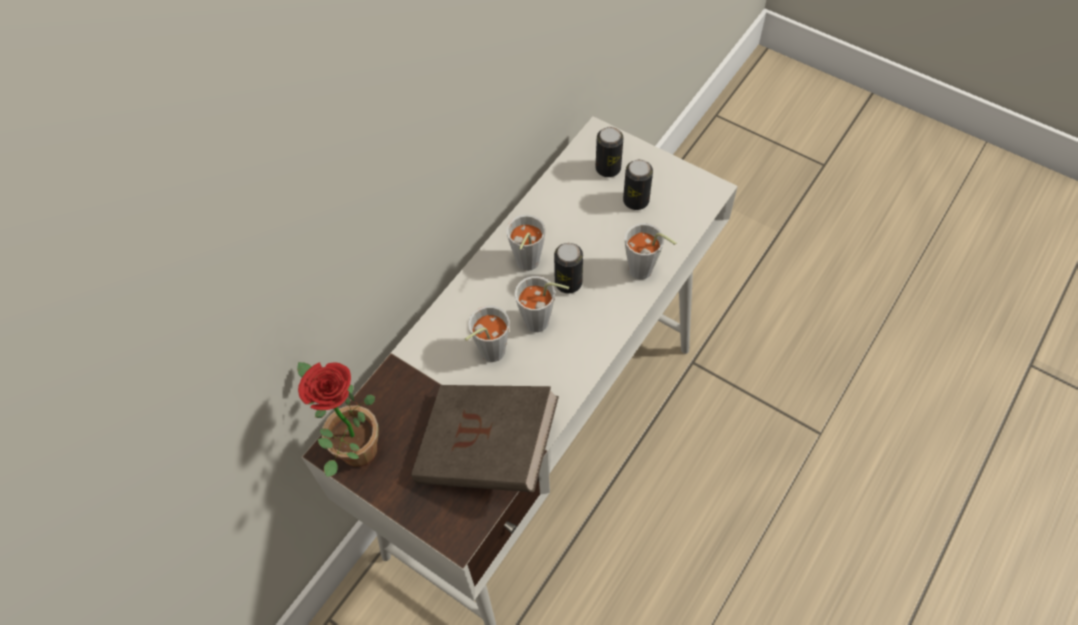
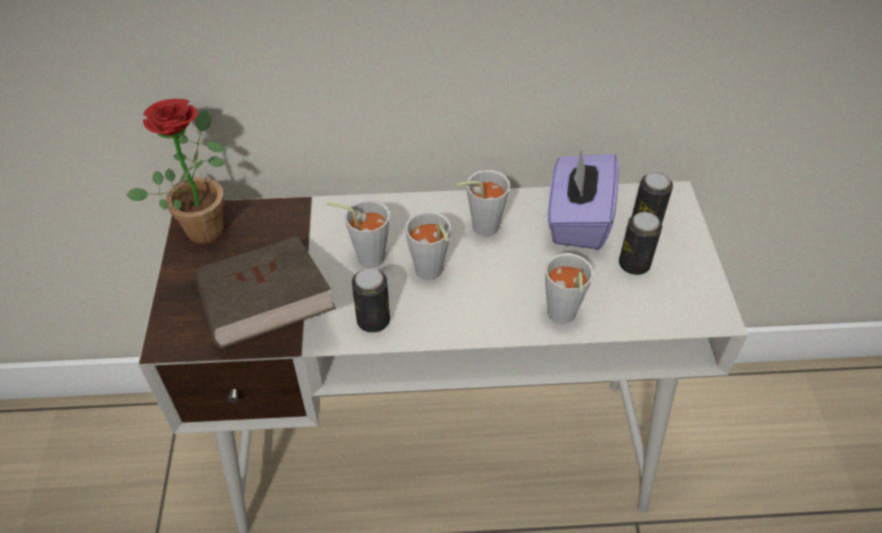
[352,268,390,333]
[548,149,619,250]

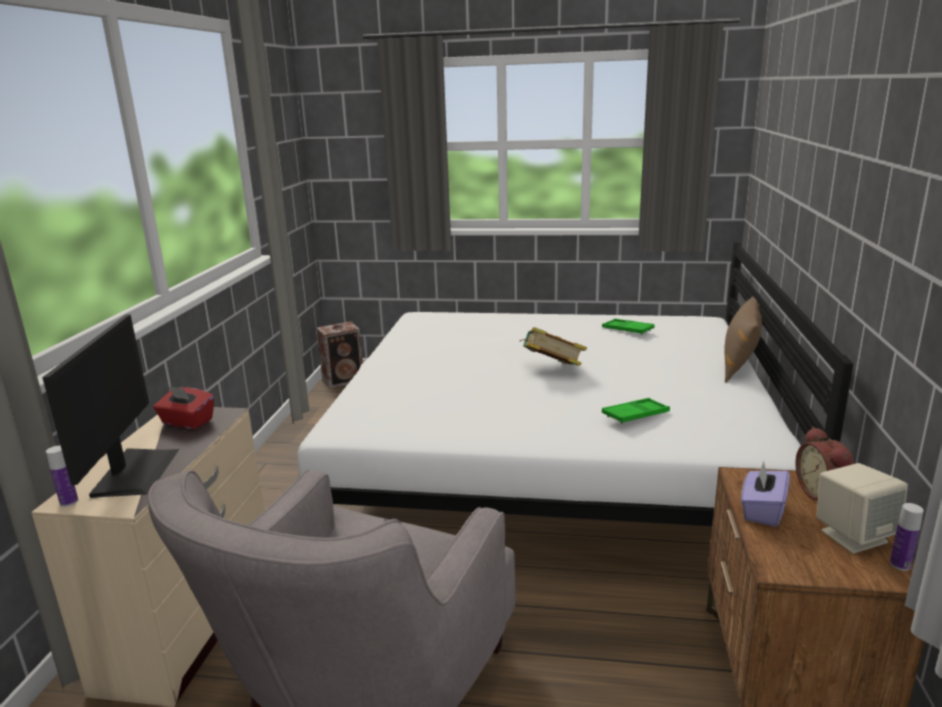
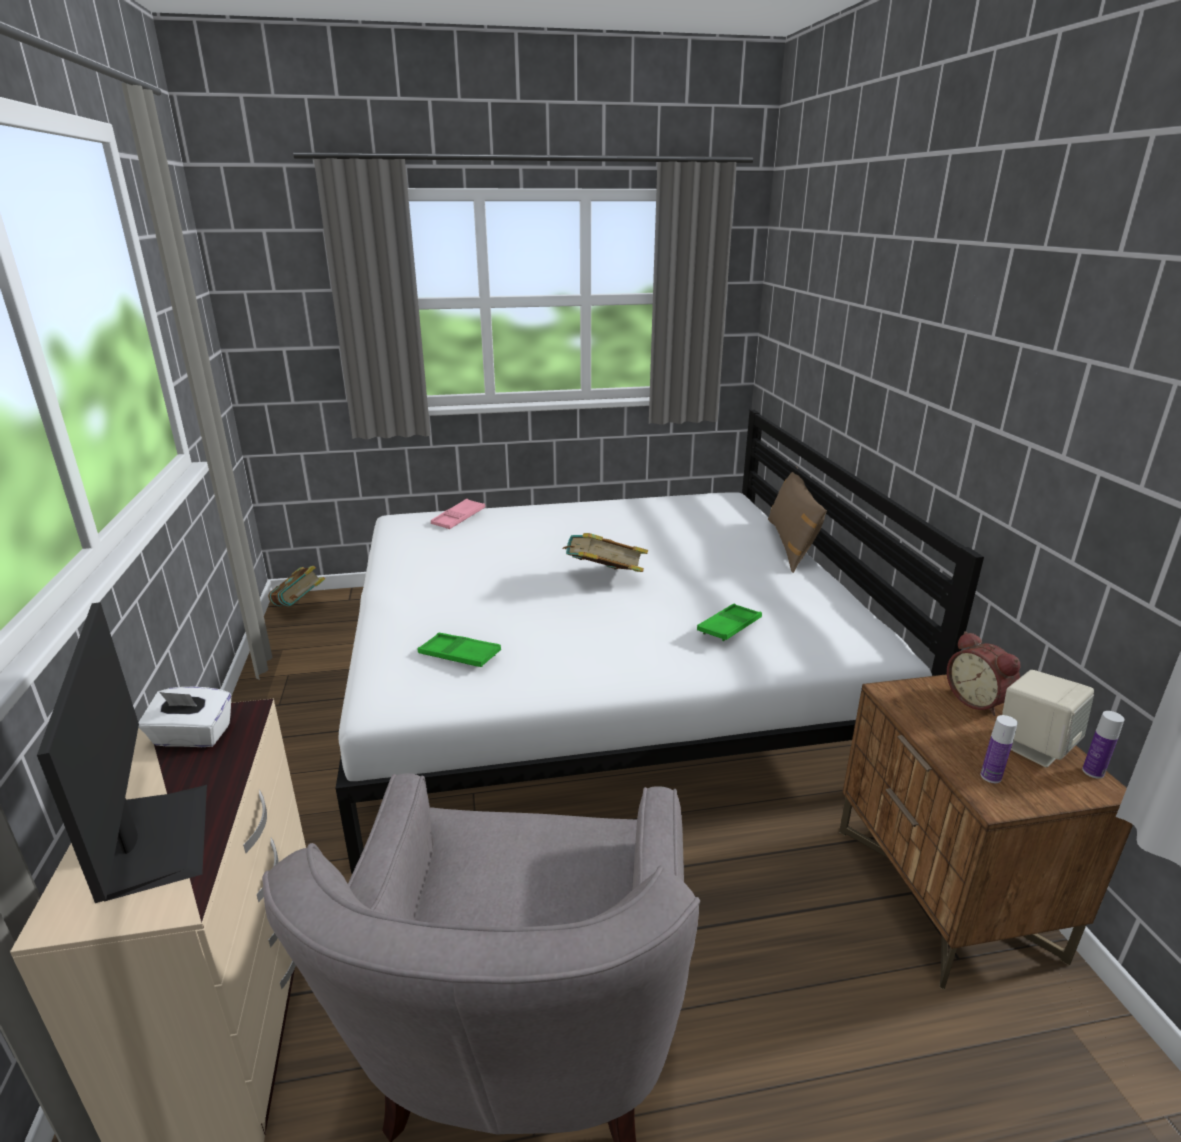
[418,633,501,667]
[268,566,325,607]
[138,687,231,747]
[980,715,1018,783]
[741,461,790,527] (first image)
[431,499,485,529]

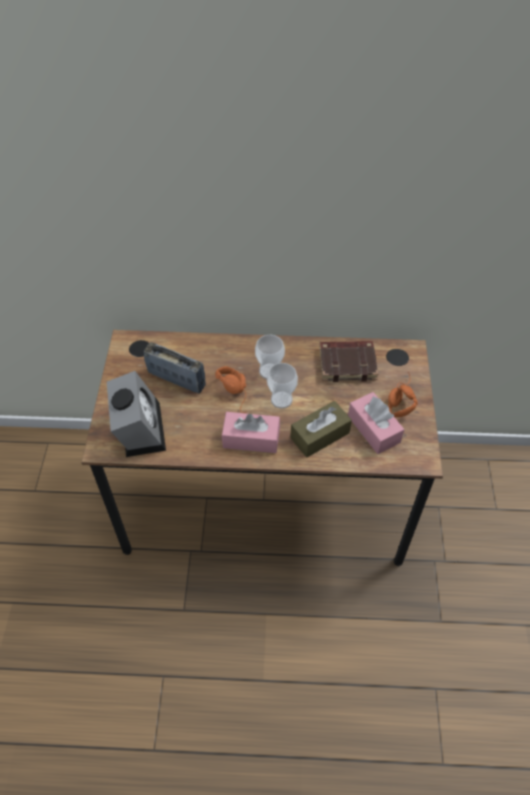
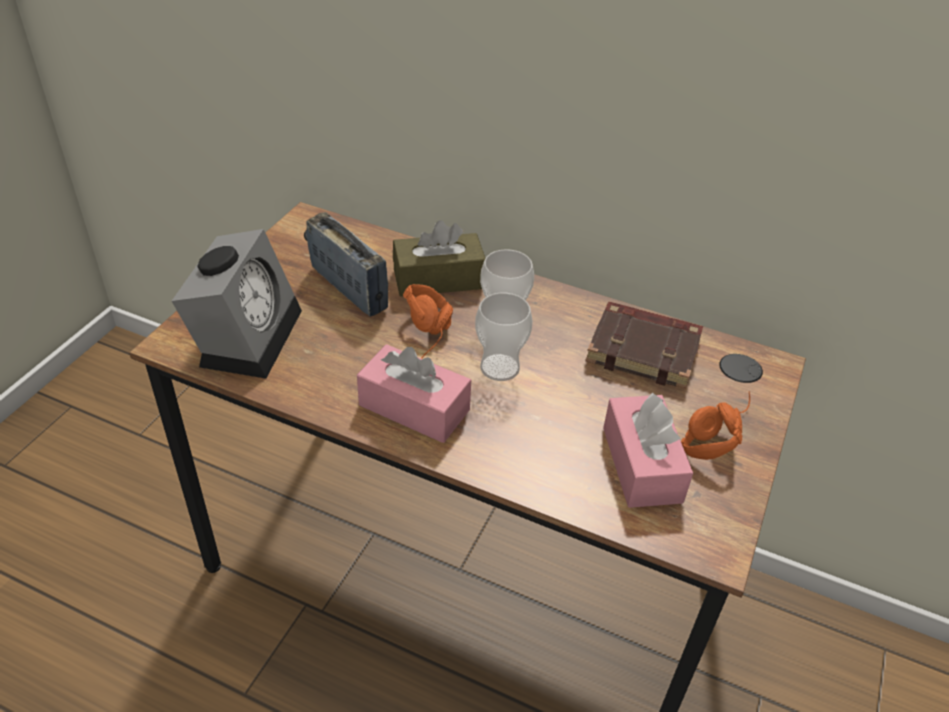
[393,220,485,297]

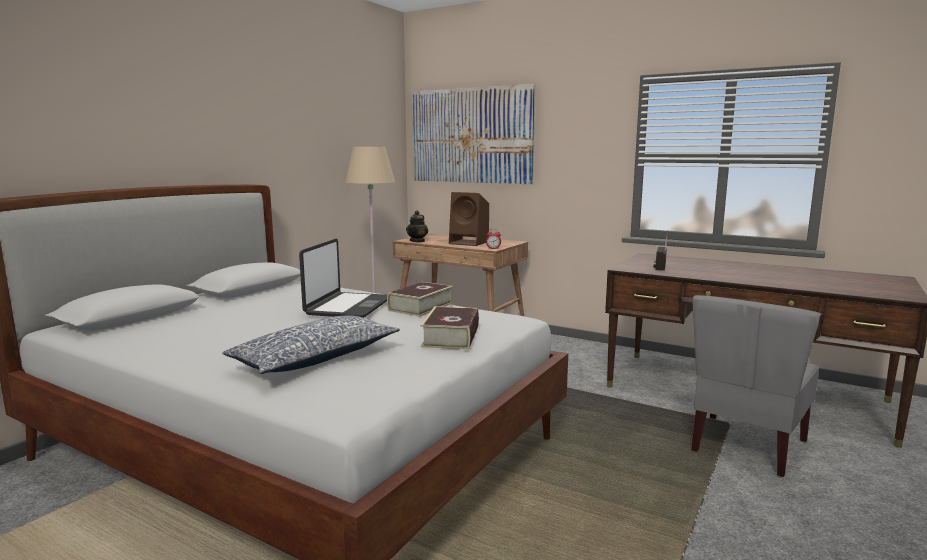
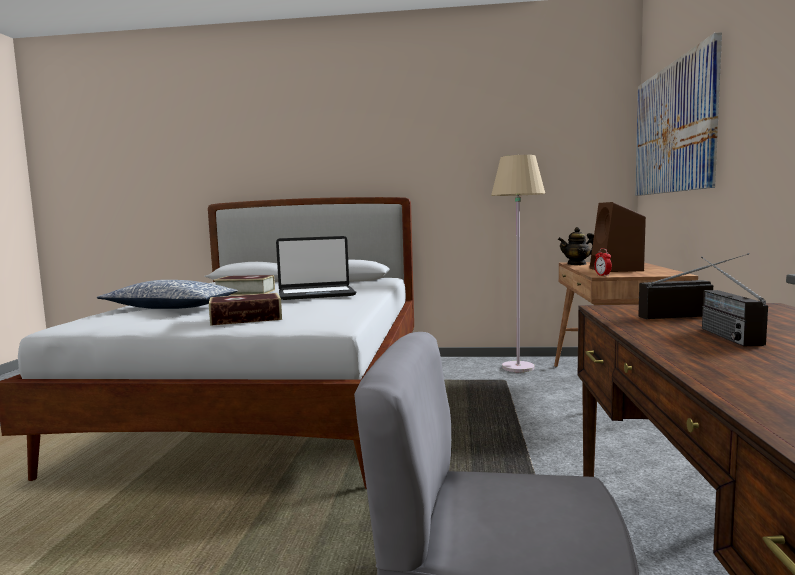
[214,275,275,295]
[701,257,768,346]

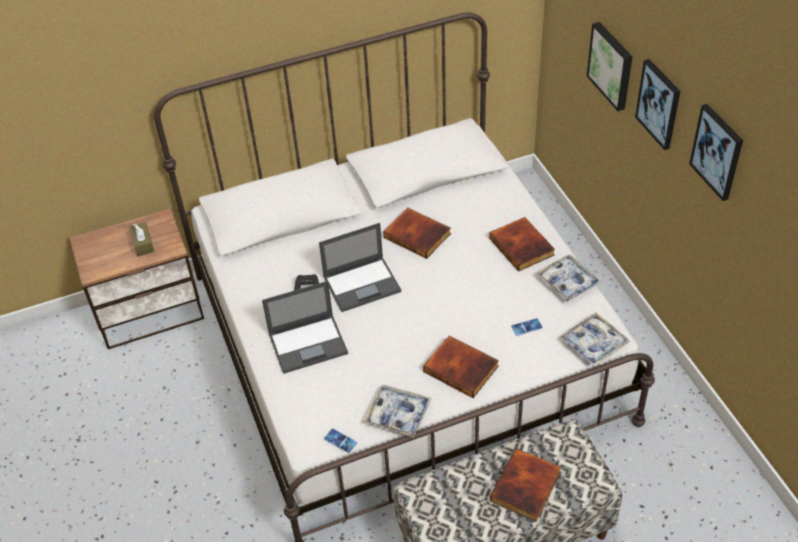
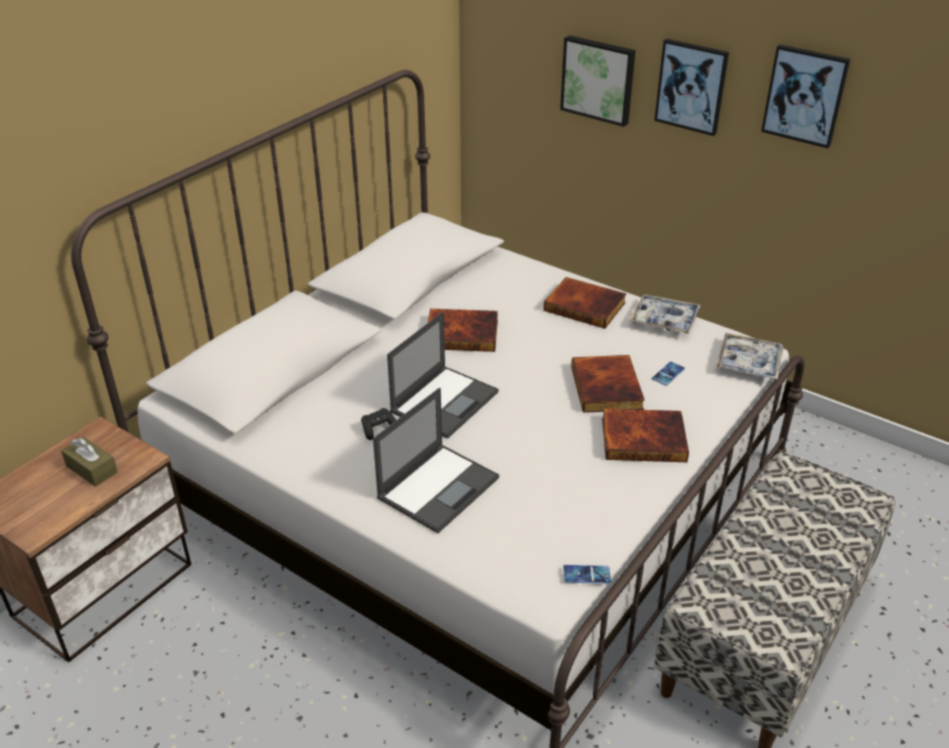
[364,385,431,438] (first image)
[571,355,645,413]

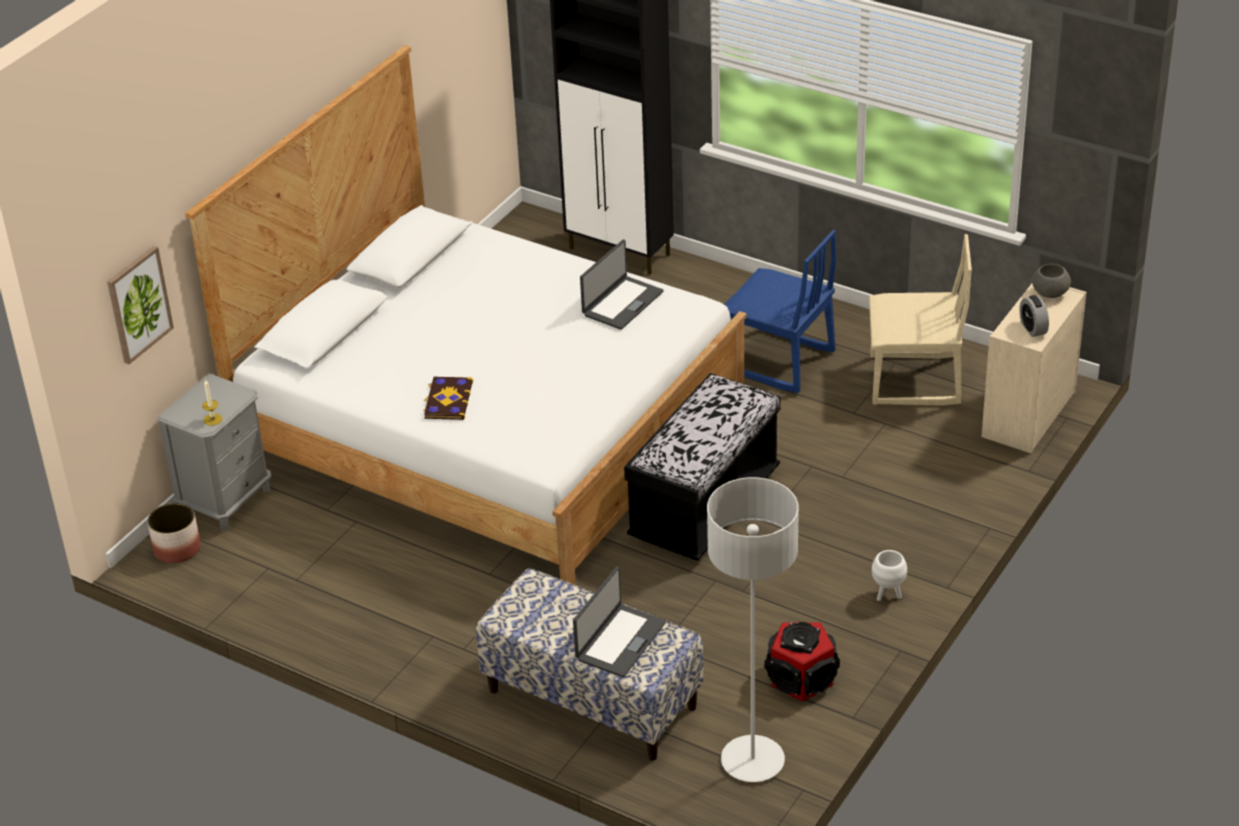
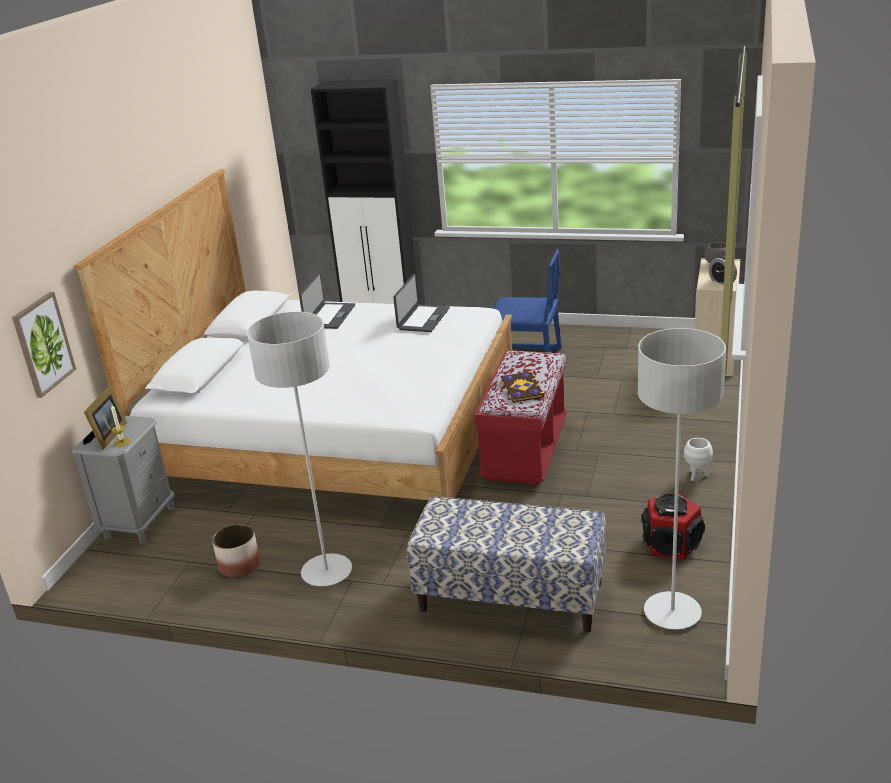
[869,234,972,406] (first image)
[474,351,567,485]
[500,371,545,402]
[212,524,260,577]
[299,273,355,329]
[247,312,352,586]
[83,386,127,450]

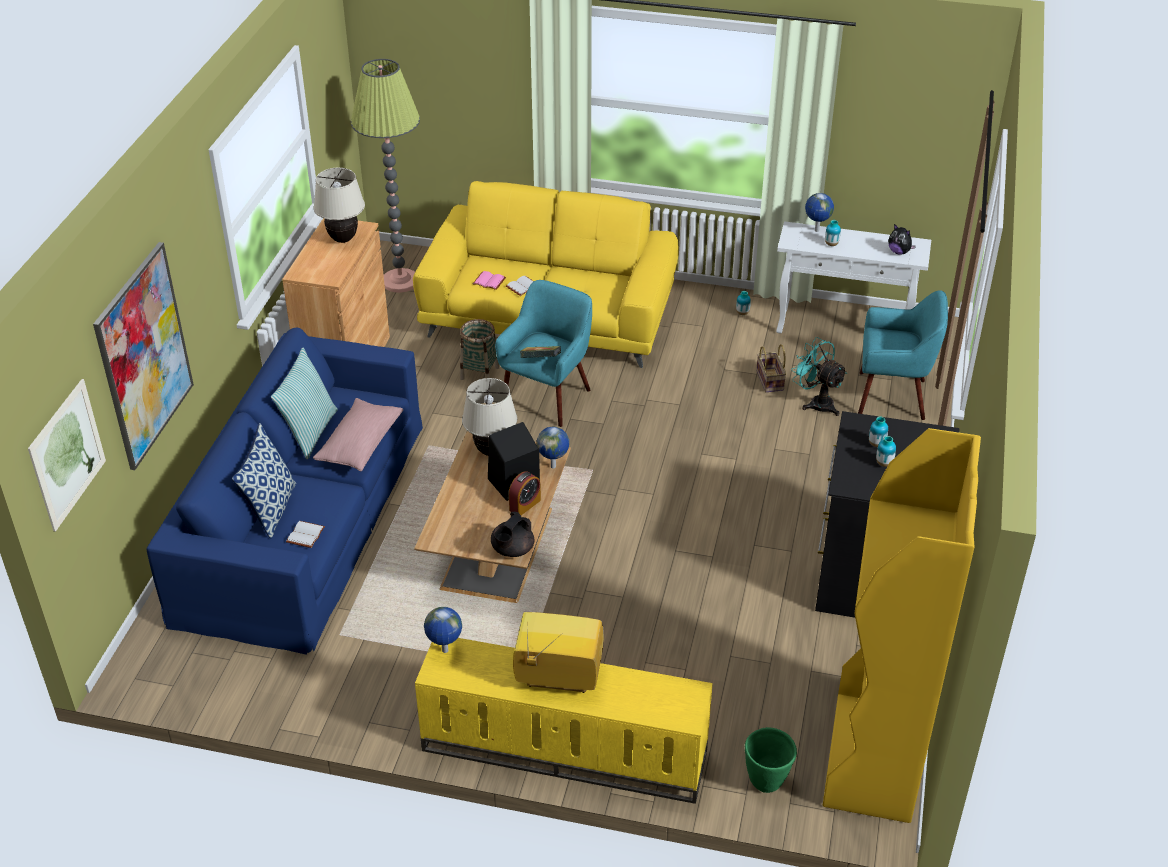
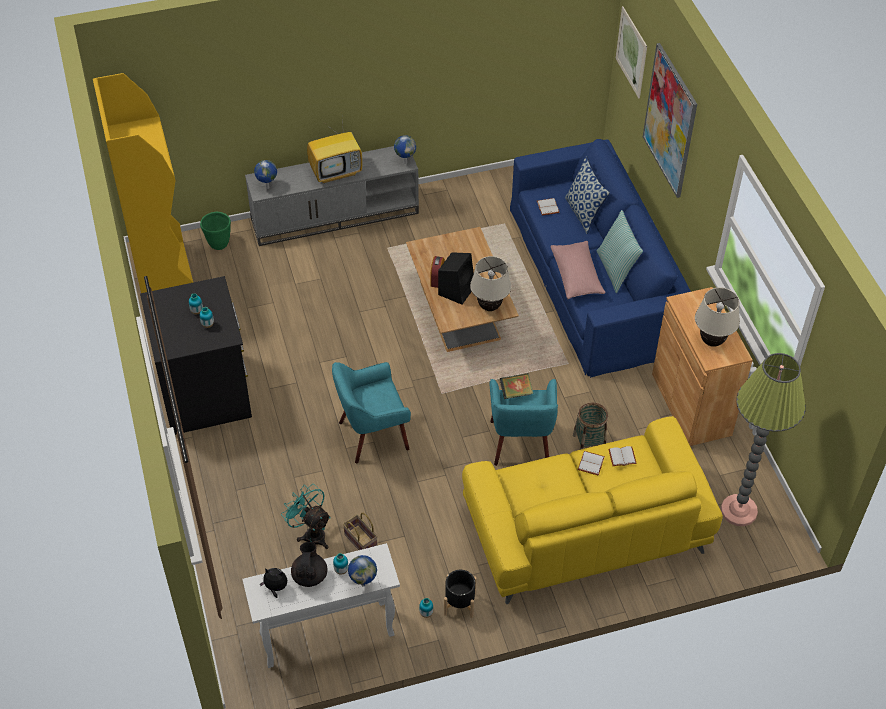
[609,446,637,466]
[332,362,411,464]
[281,484,331,549]
[254,160,277,189]
[291,542,327,587]
[245,146,419,246]
[444,570,476,618]

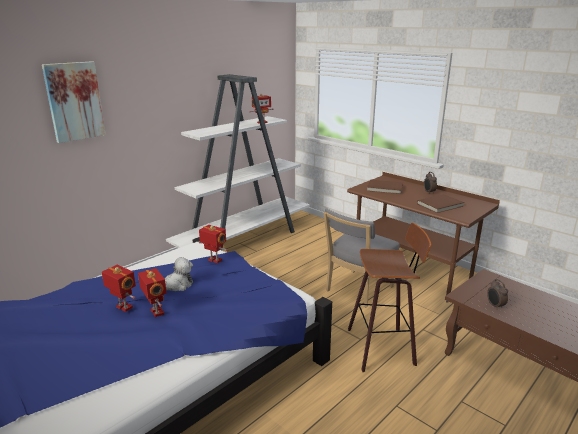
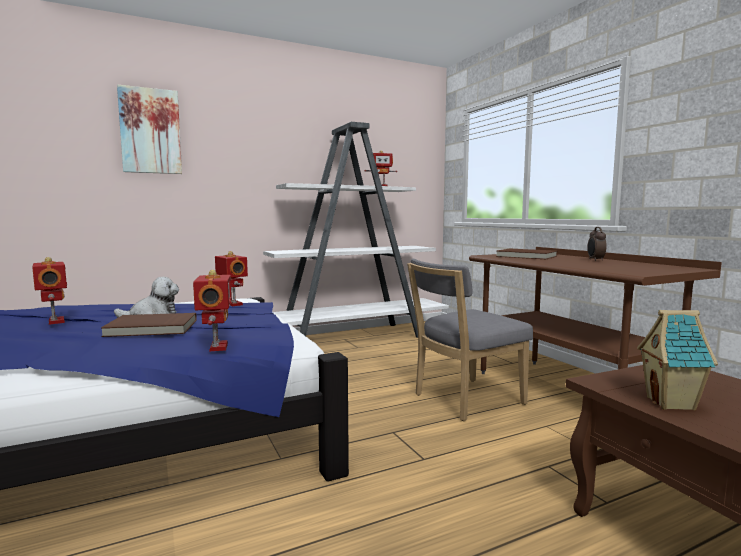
[101,313,197,337]
[348,223,431,372] (first image)
[193,270,232,351]
[637,310,718,410]

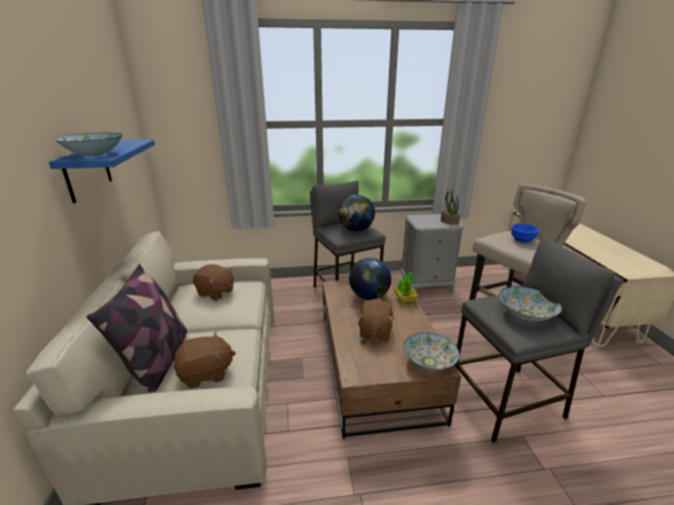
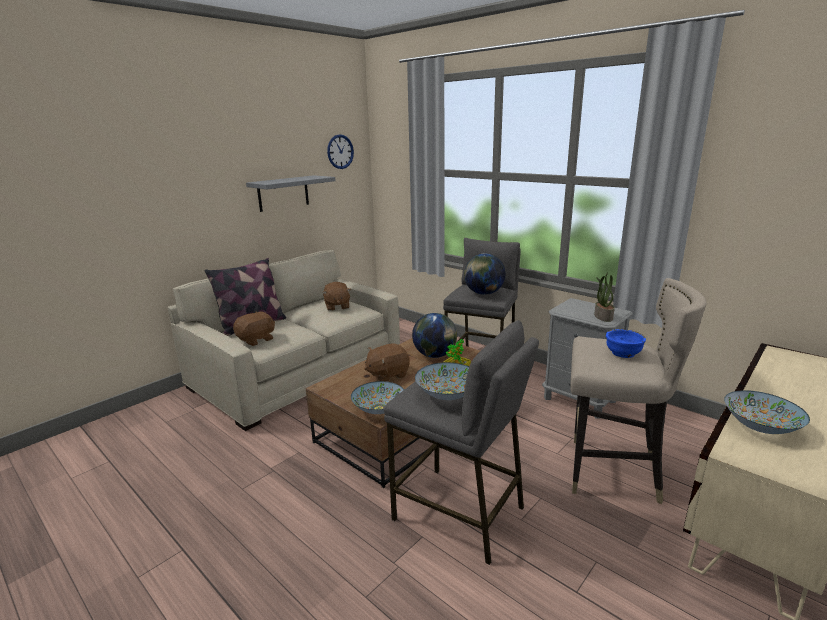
[724,390,810,434]
[246,175,335,212]
[233,311,275,346]
[327,134,354,169]

